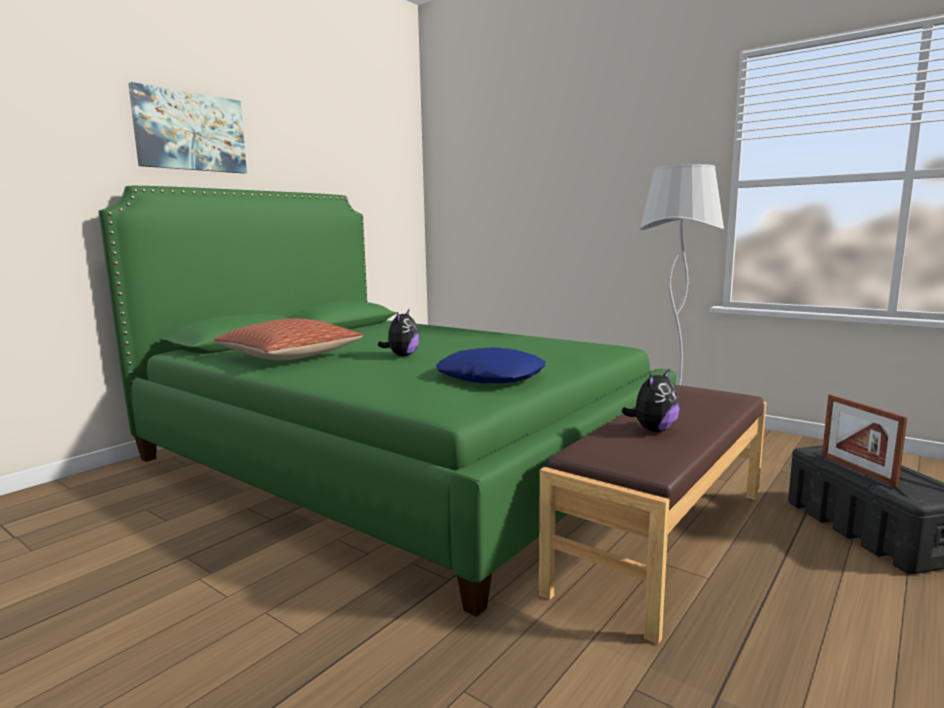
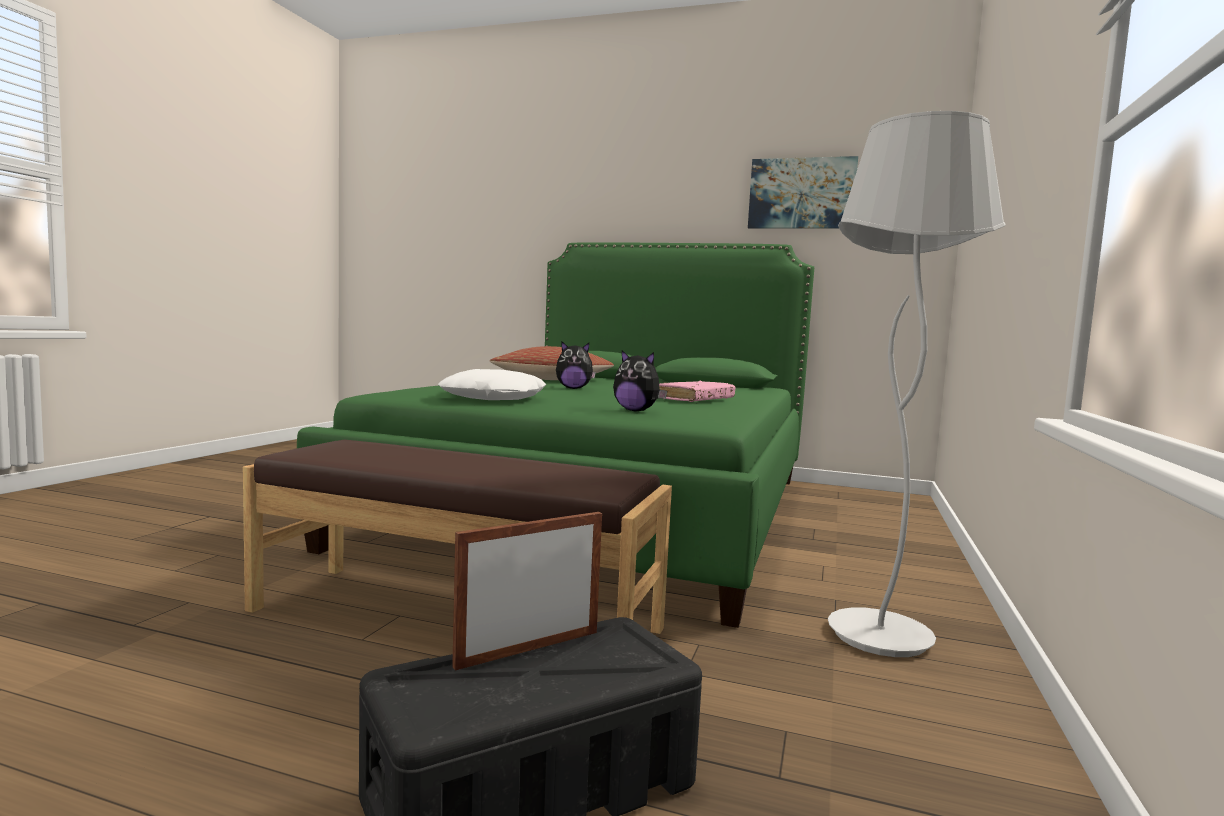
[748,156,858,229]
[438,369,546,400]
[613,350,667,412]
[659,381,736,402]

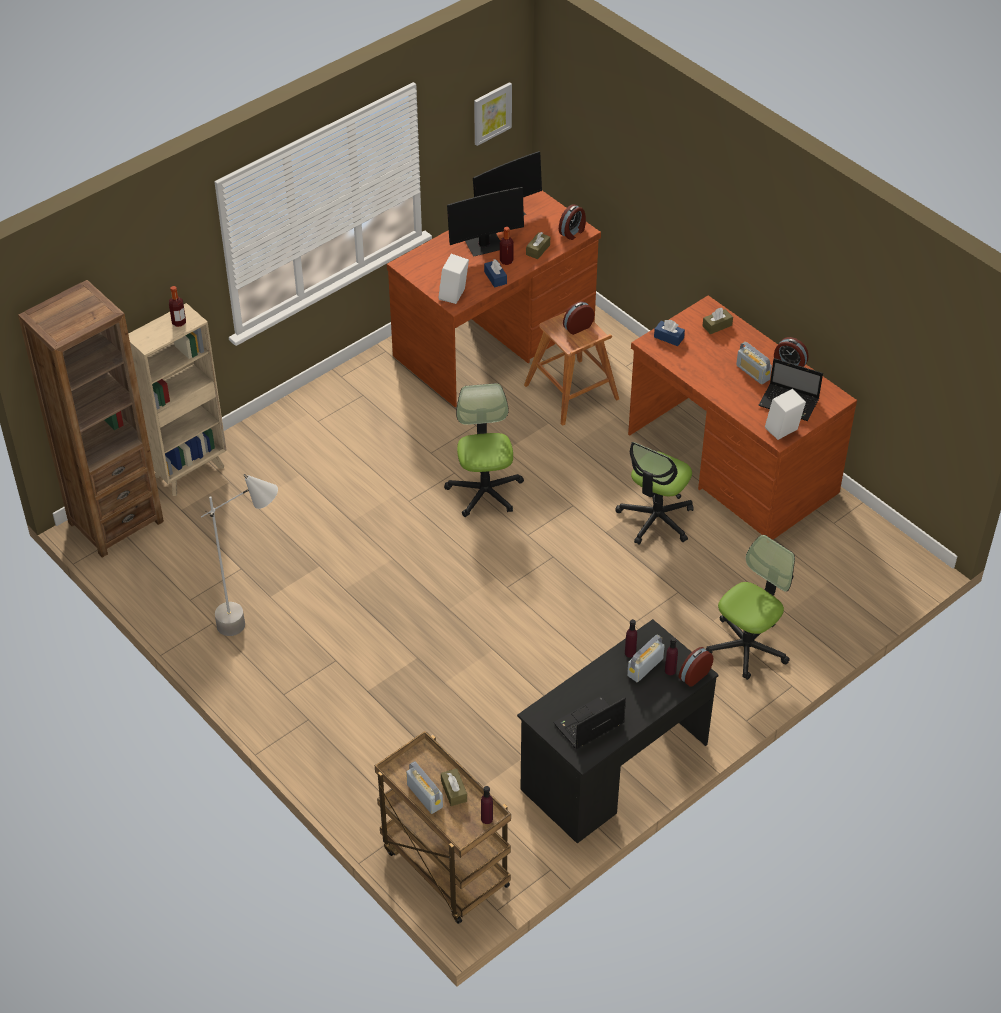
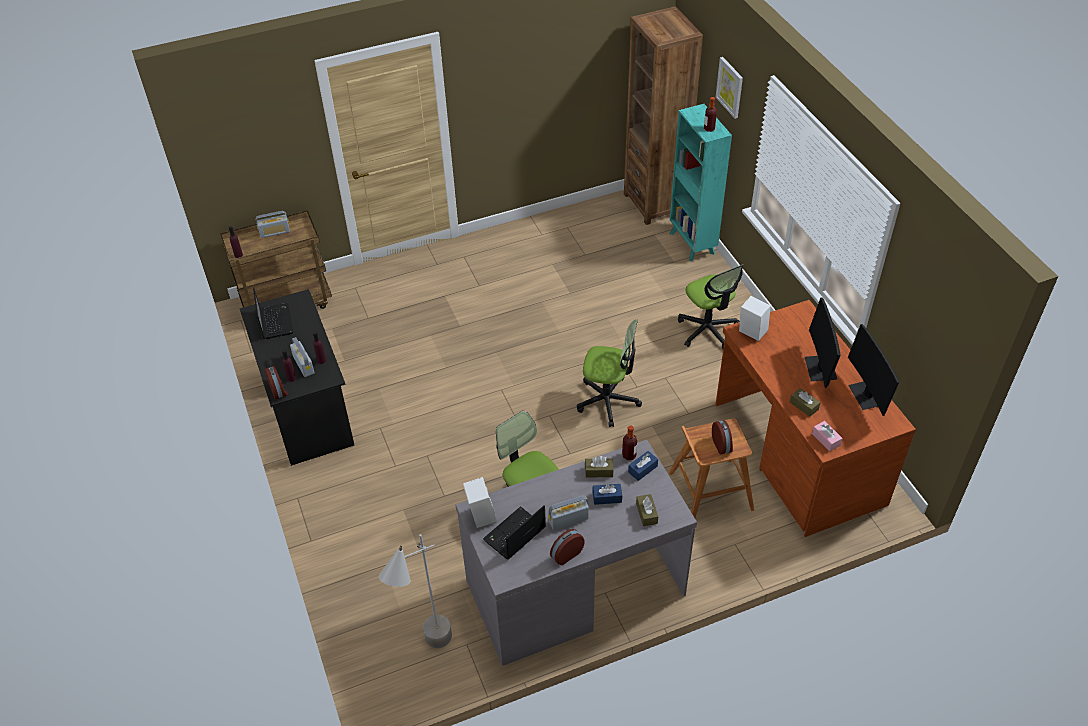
[716,57,743,119]
[812,421,843,451]
[622,426,637,461]
[592,484,622,505]
[456,440,697,666]
[670,104,732,261]
[379,534,452,648]
[678,264,744,349]
[585,456,614,478]

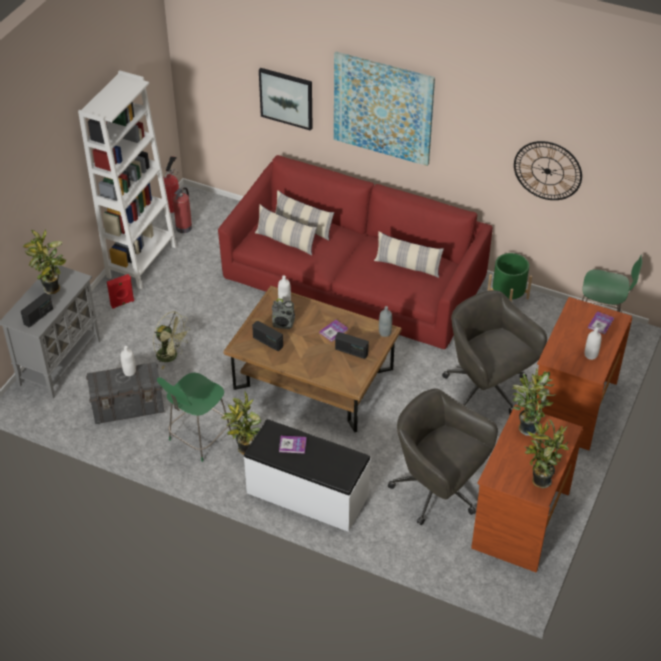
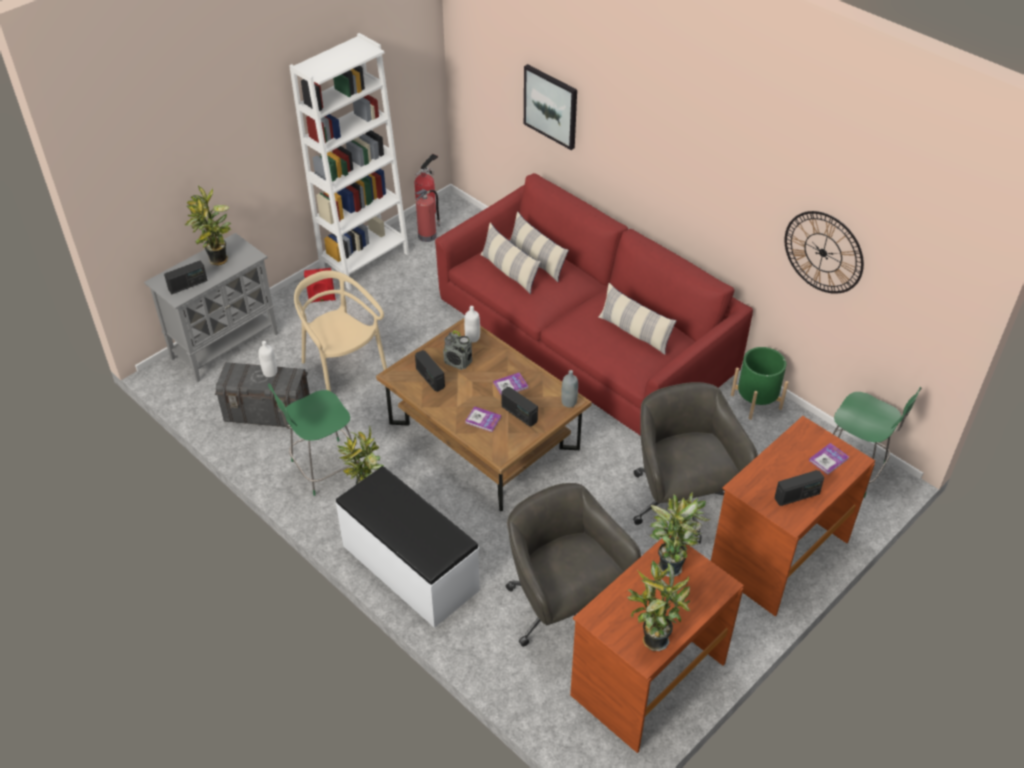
[334,52,435,166] (first image)
[294,270,387,391]
[775,470,824,506]
[465,406,501,432]

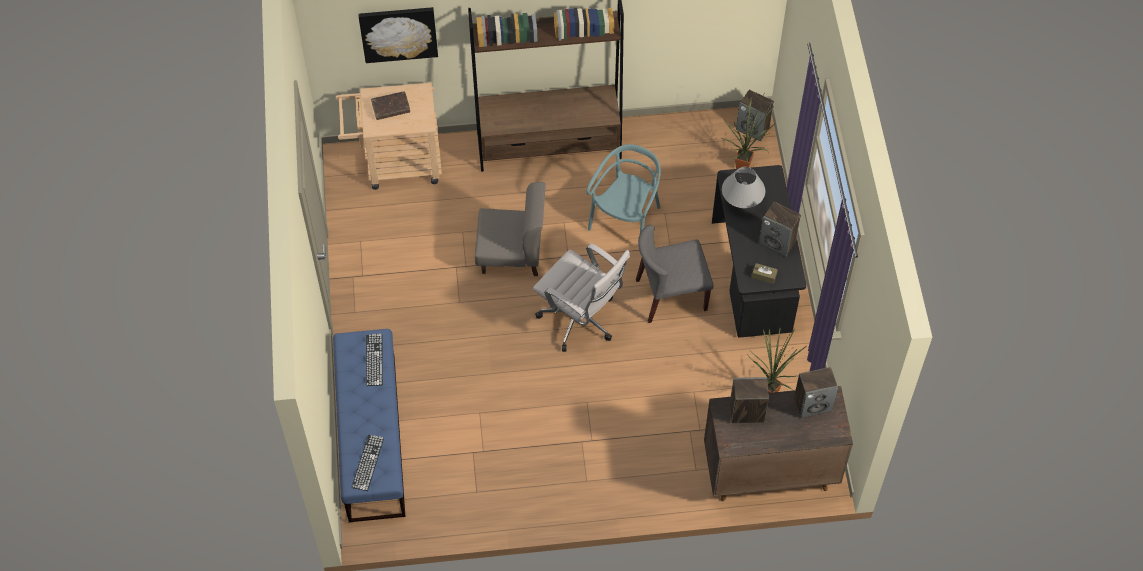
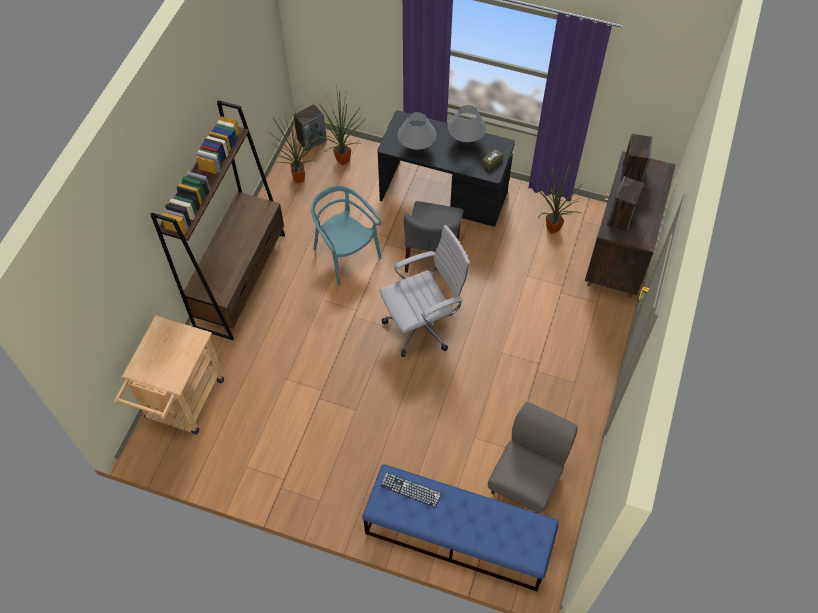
[358,7,438,63] (first image)
[371,91,410,120] (first image)
[488,402,577,514]
[448,105,486,142]
[352,434,384,491] (first image)
[268,108,318,183]

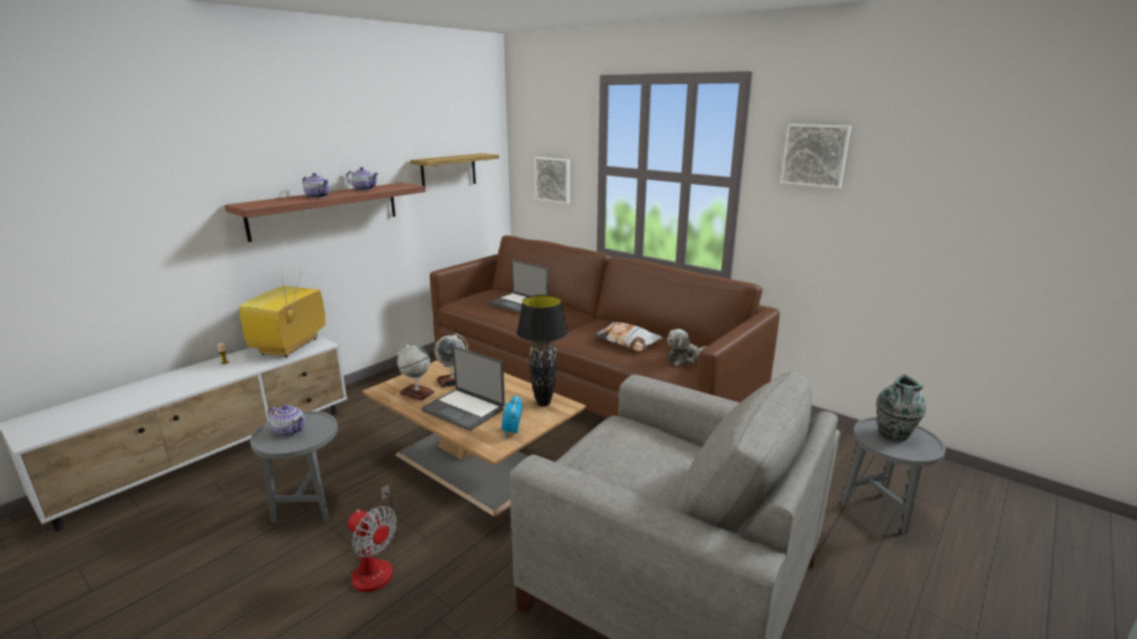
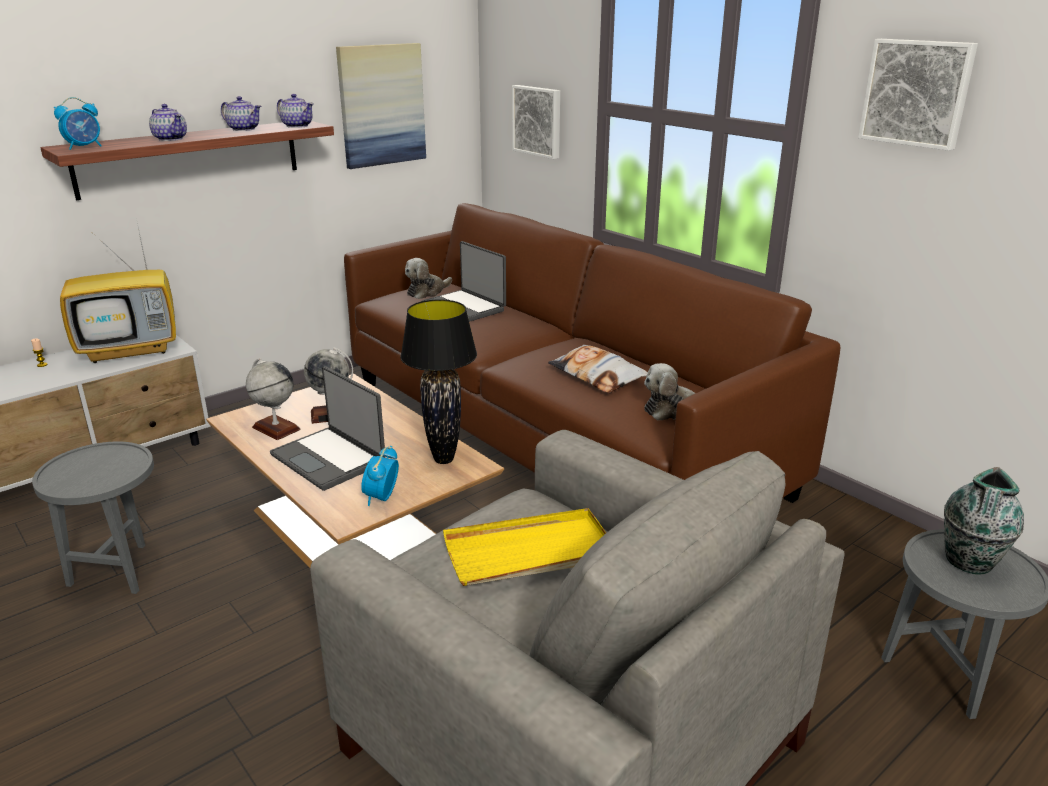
[336,43,426,169]
[60,218,176,363]
[277,94,314,128]
[347,484,400,592] (first image)
[54,97,101,150]
[405,258,452,299]
[443,508,606,586]

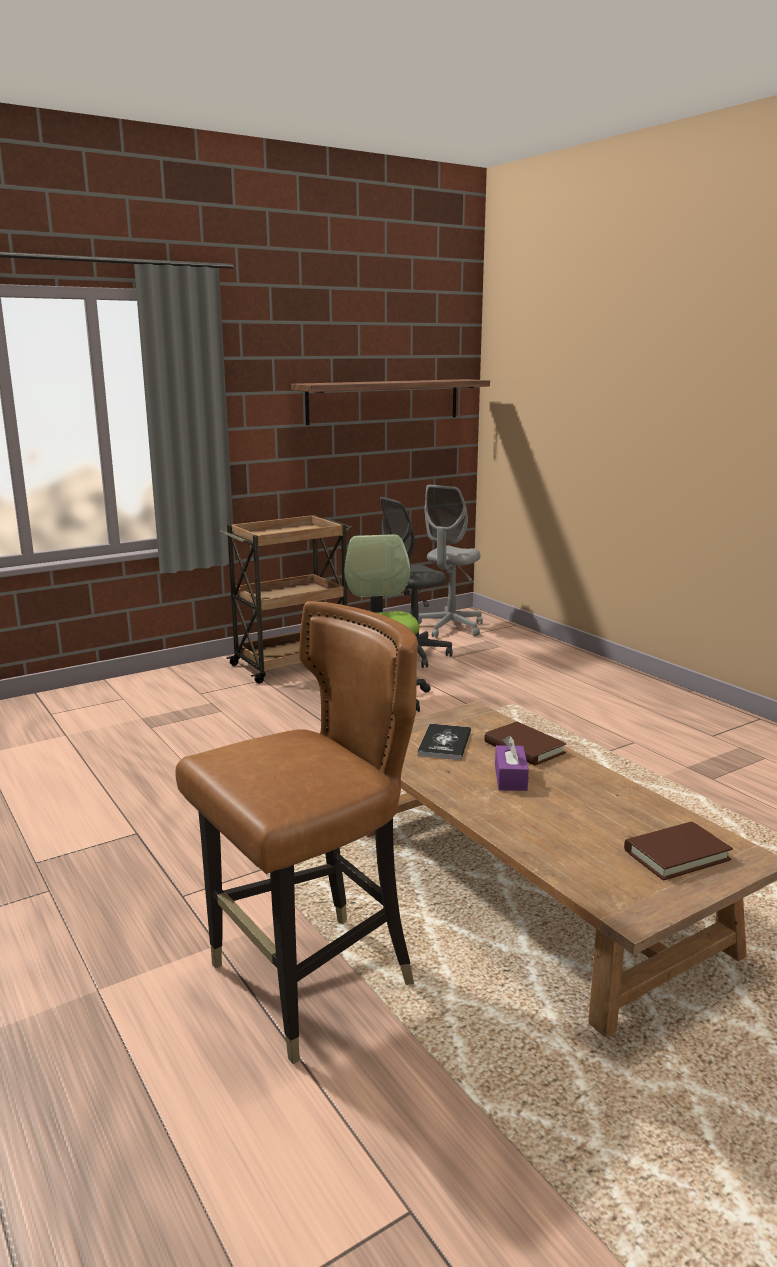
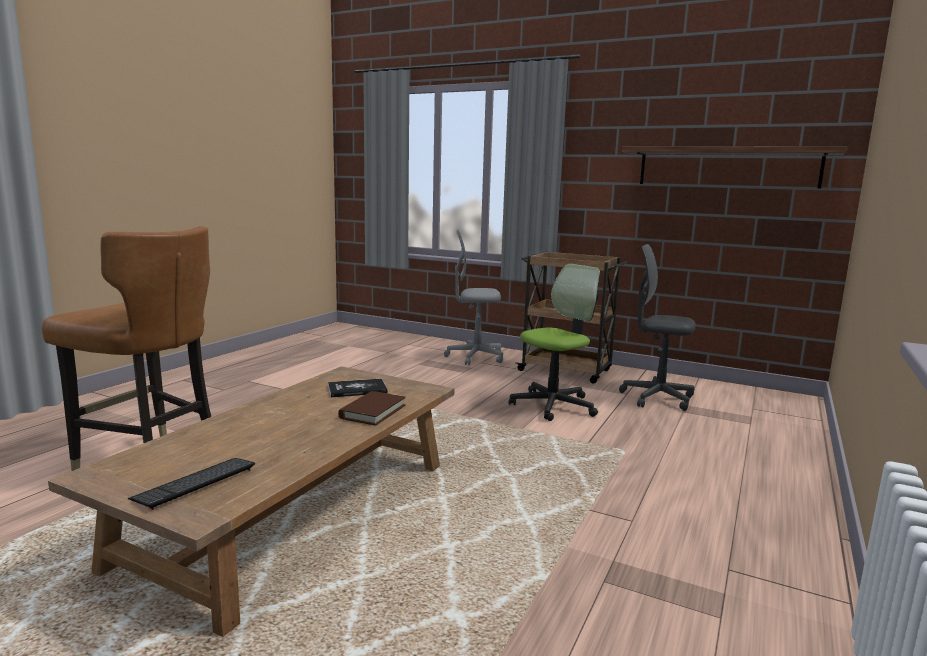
[444,230,503,365]
[495,736,529,791] (first image)
[128,458,255,510]

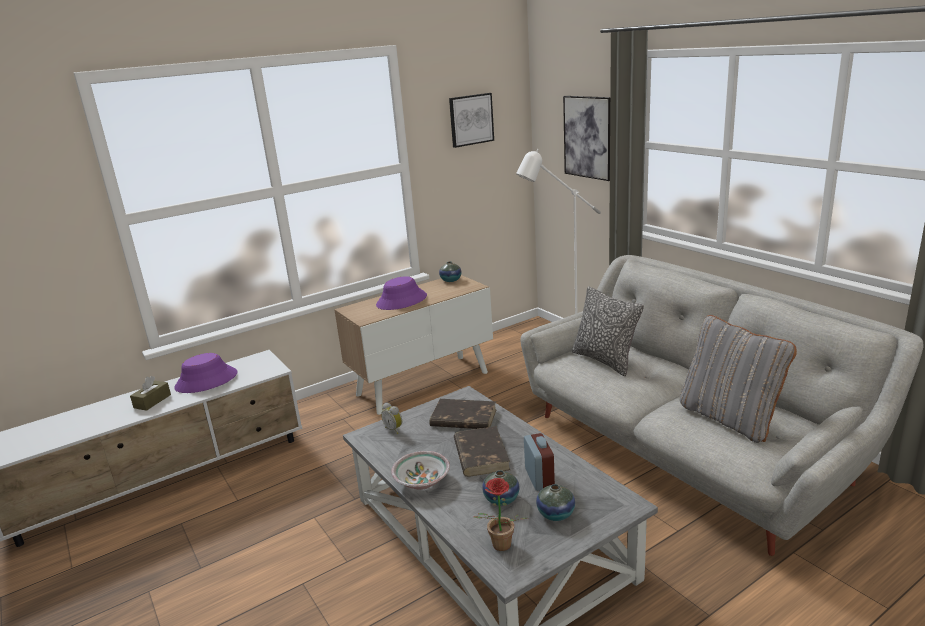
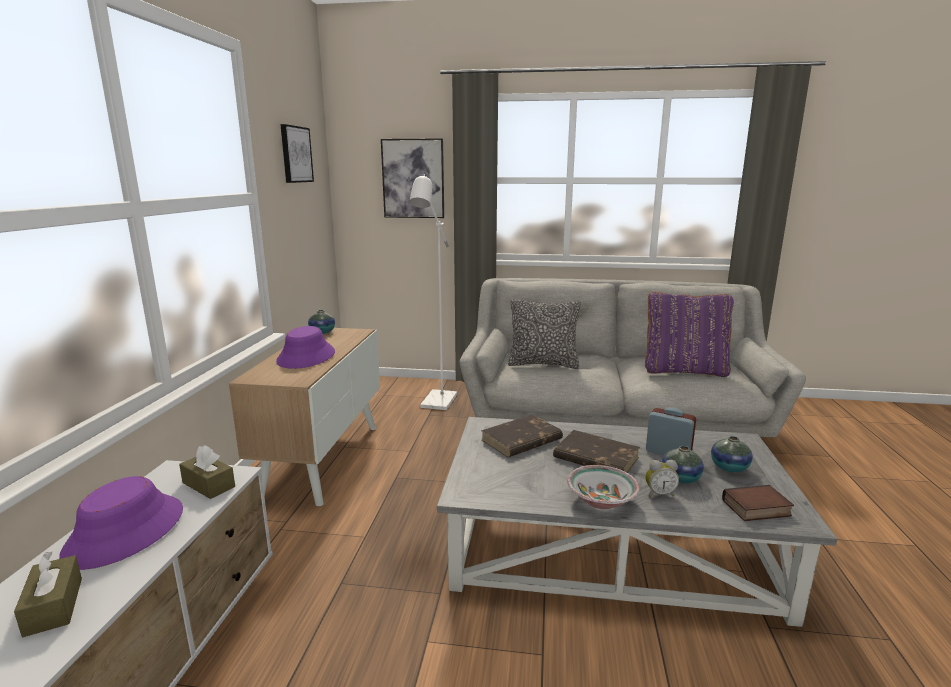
[645,292,734,377]
[646,460,679,497]
[722,485,794,521]
[179,445,235,499]

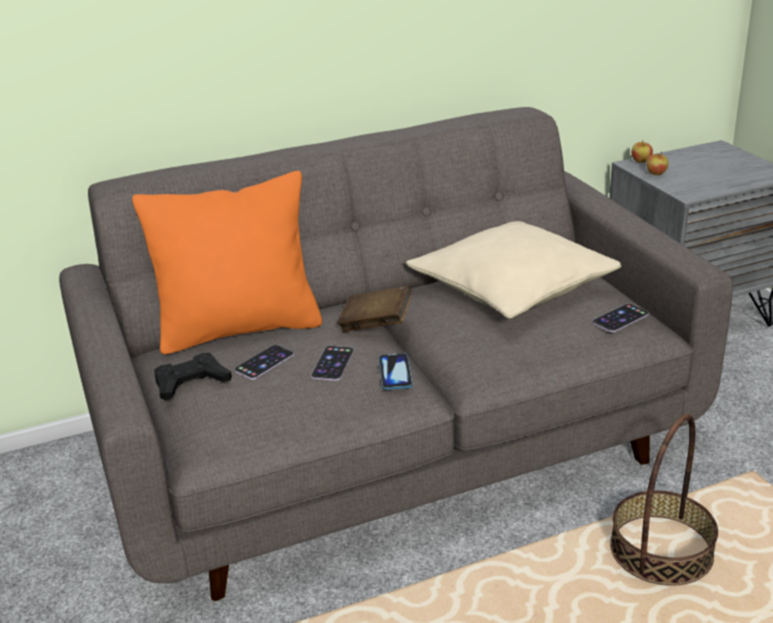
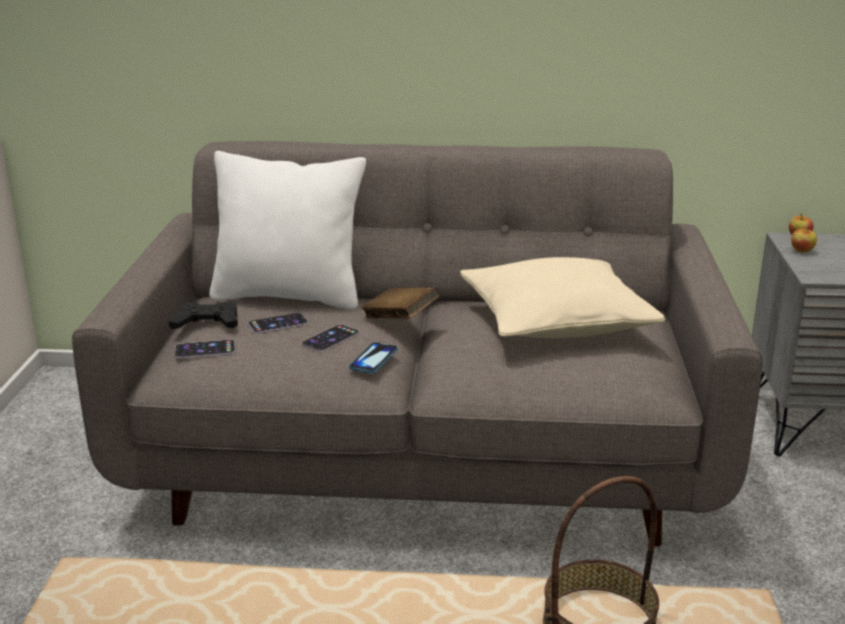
[209,151,366,310]
[174,339,235,358]

